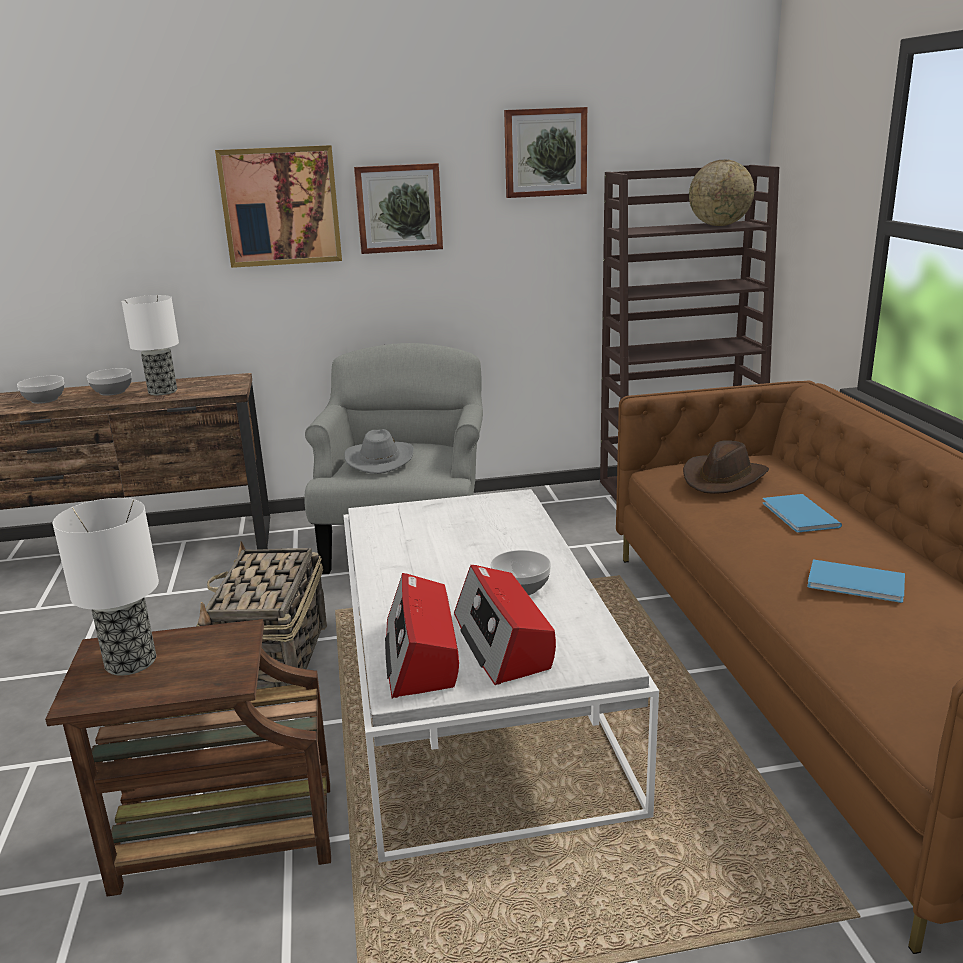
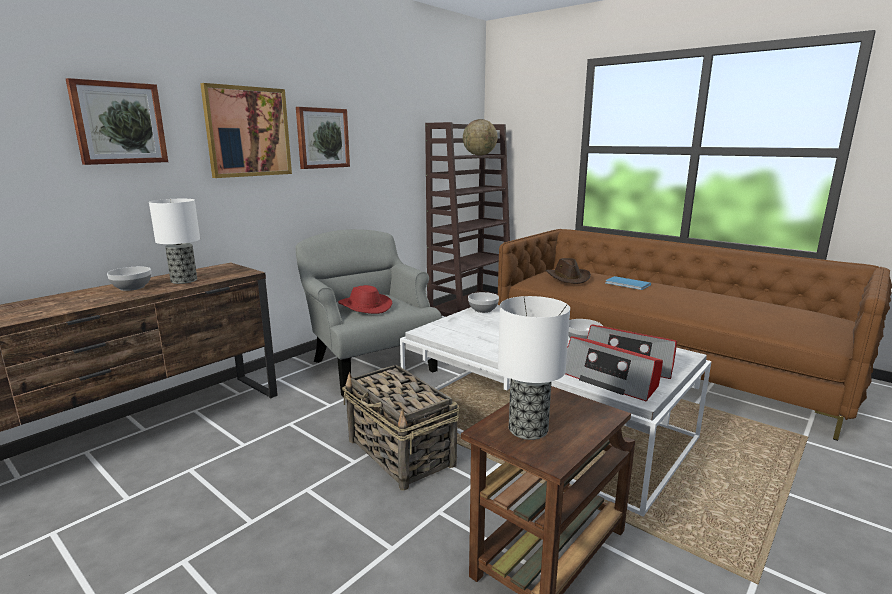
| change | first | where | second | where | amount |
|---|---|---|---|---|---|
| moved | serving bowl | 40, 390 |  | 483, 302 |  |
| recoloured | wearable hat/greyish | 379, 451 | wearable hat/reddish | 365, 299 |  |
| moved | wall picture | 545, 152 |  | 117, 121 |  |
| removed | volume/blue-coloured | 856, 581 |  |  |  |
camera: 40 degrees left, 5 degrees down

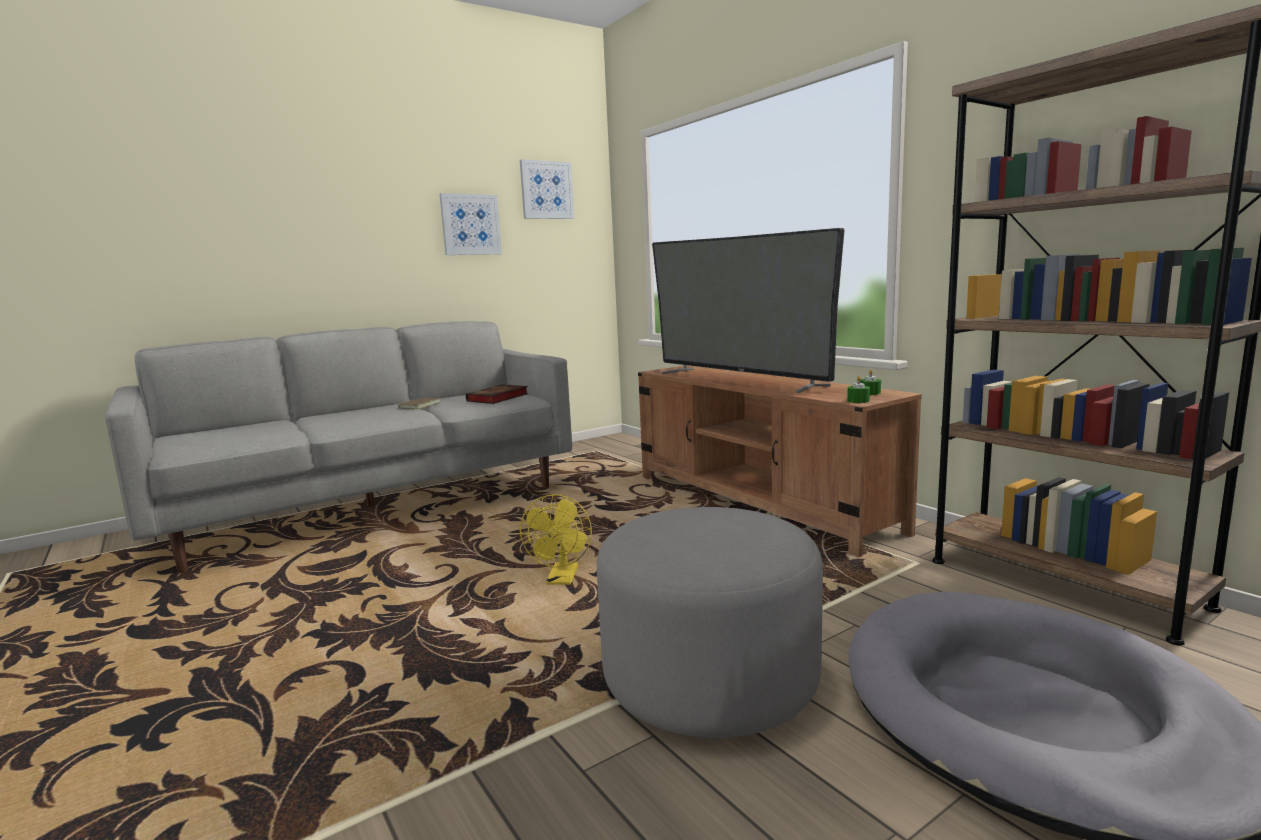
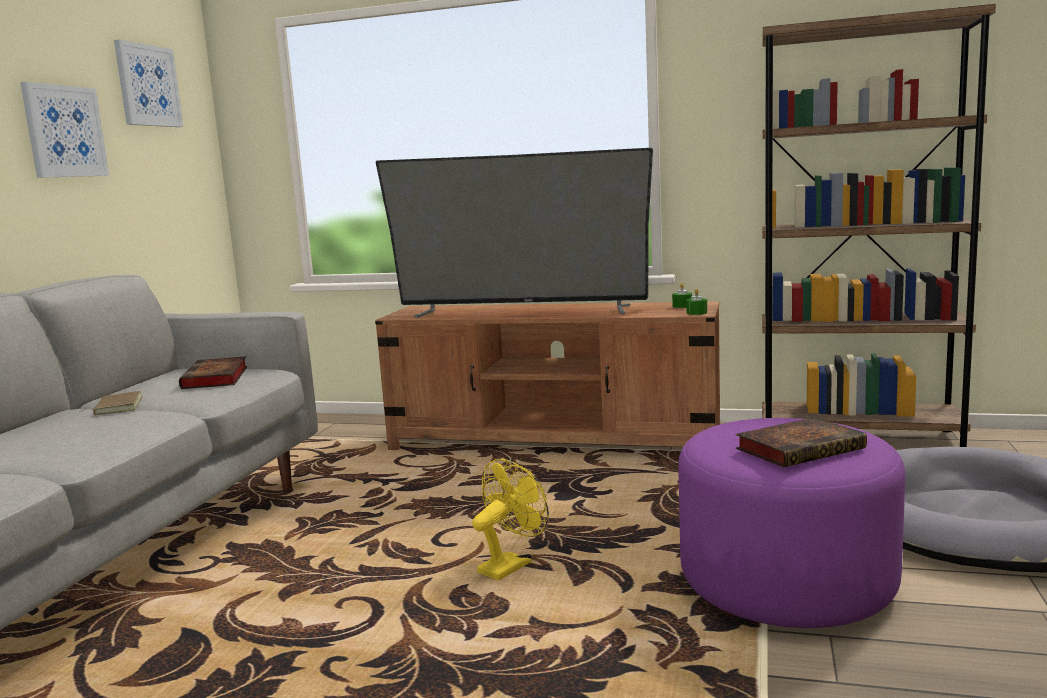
| change | first | where | second | where | amount |
|---|---|---|---|---|---|
| turned | fan/yellow | 556, 539 |  | 510, 519 | 105 degrees counterclockwise |
| recoloured | pouffe/greyish | 710, 622 | pouffe/purplish | 791, 523 |  |
| added |  |  | volume | 801, 442 |  |
camera: 40 degrees left, 0 degrees up

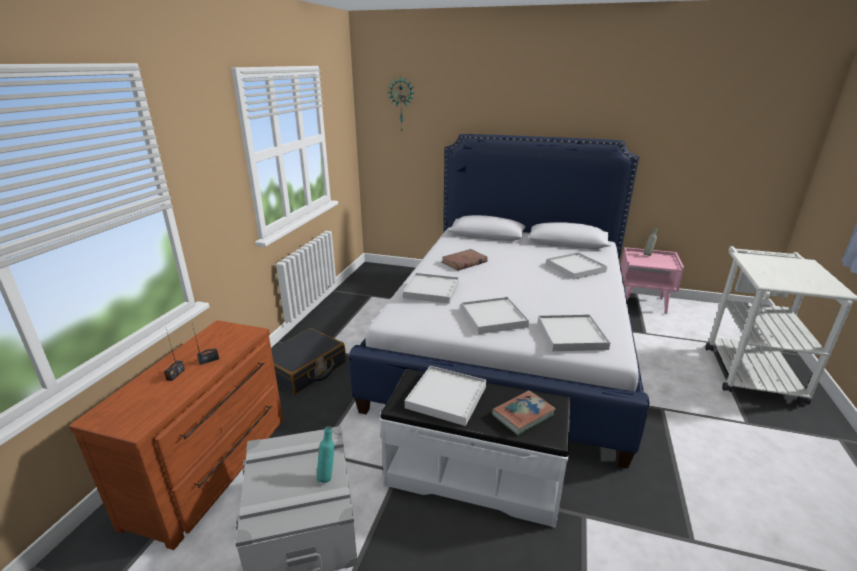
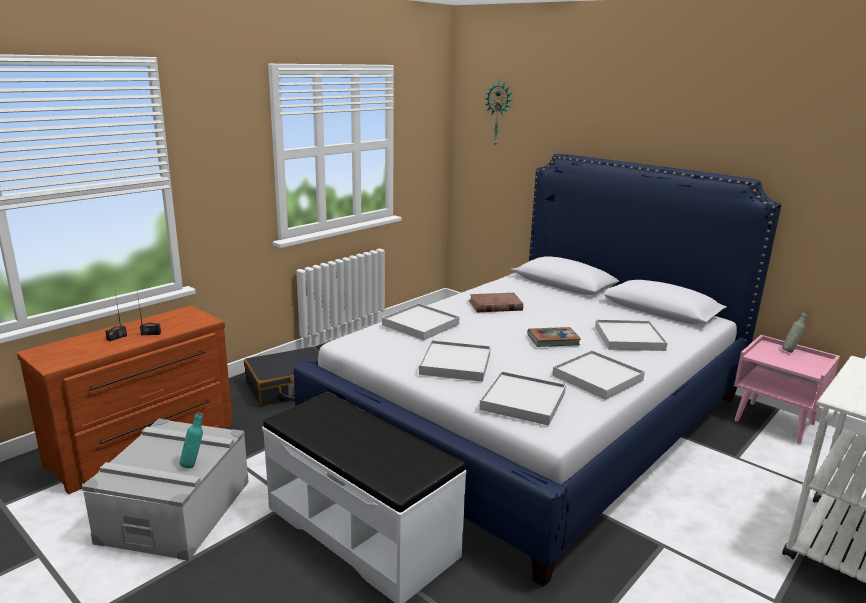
| change | first | where | second | where | amount |
|---|---|---|---|---|---|
| moved | carrying tray/white-coloured | 445, 396 |  | 598, 375 |  |
| moved | volume | 523, 412 |  | 554, 337 |  |
camera: 25 degrees right, 5 degrees down

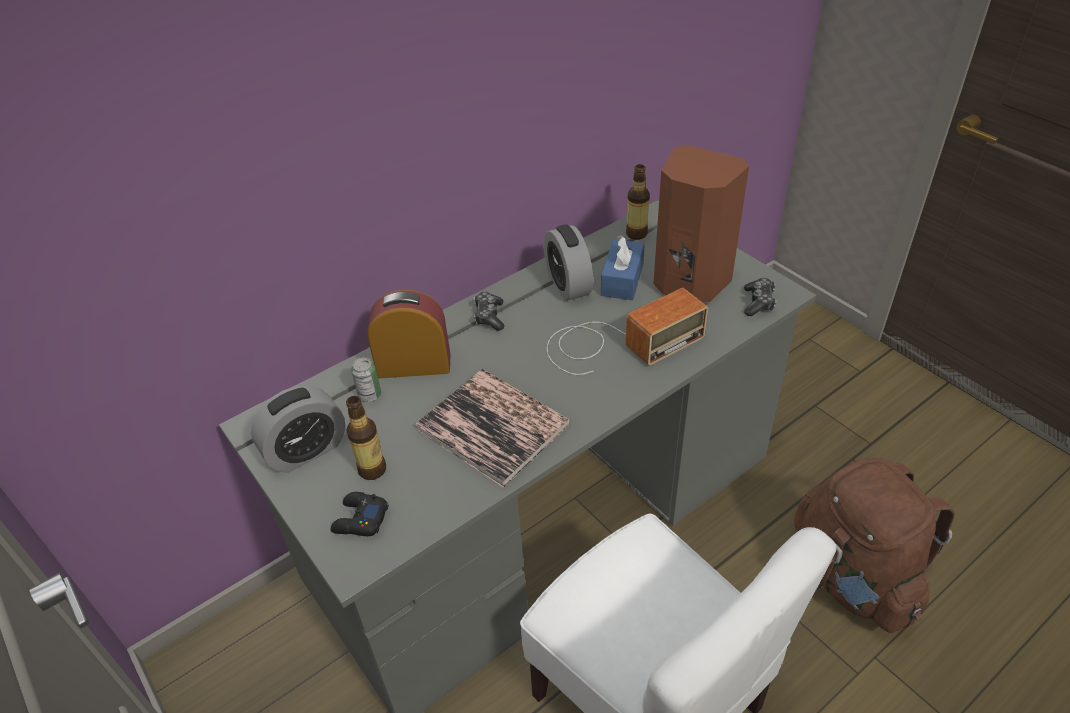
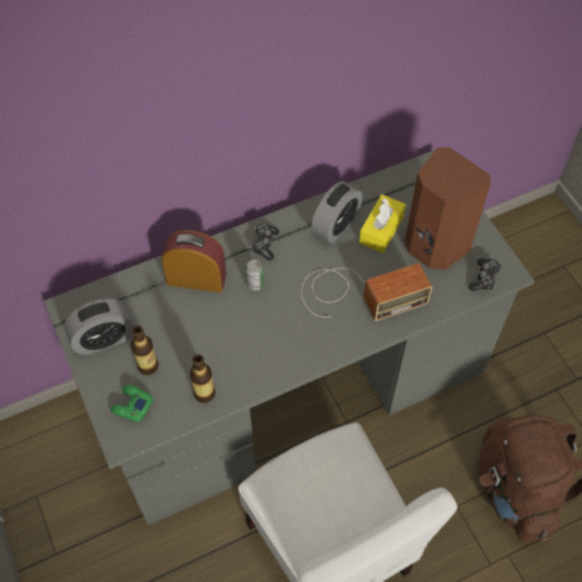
| change | first | where | second | where | amount |
|---|---|---|---|---|---|
| recoloured | game controller/blackish | 360, 514 | game controller/green | 132, 403 |  |
| moved | can | 366, 379 |  | 254, 275 |  |
| removed | volume | 493, 428 |  |  |  |
| turned | bedside clock | 568, 262 |  | 337, 212 | 135 degrees counterclockwise |
| recoloured | tissue box/blue-coloured | 623, 267 | tissue box/yellow | 382, 224 |  |
| moved | bottle | 638, 202 |  | 202, 378 |  |
camera: 10 degrees right, 15 degrees up

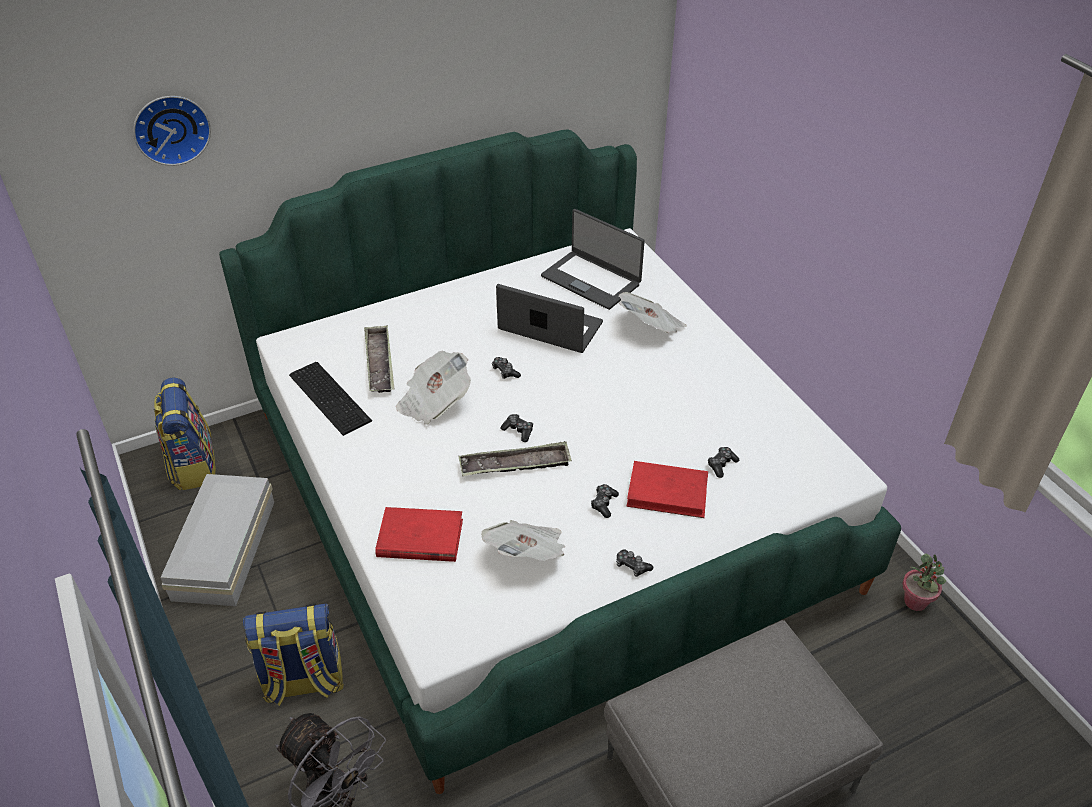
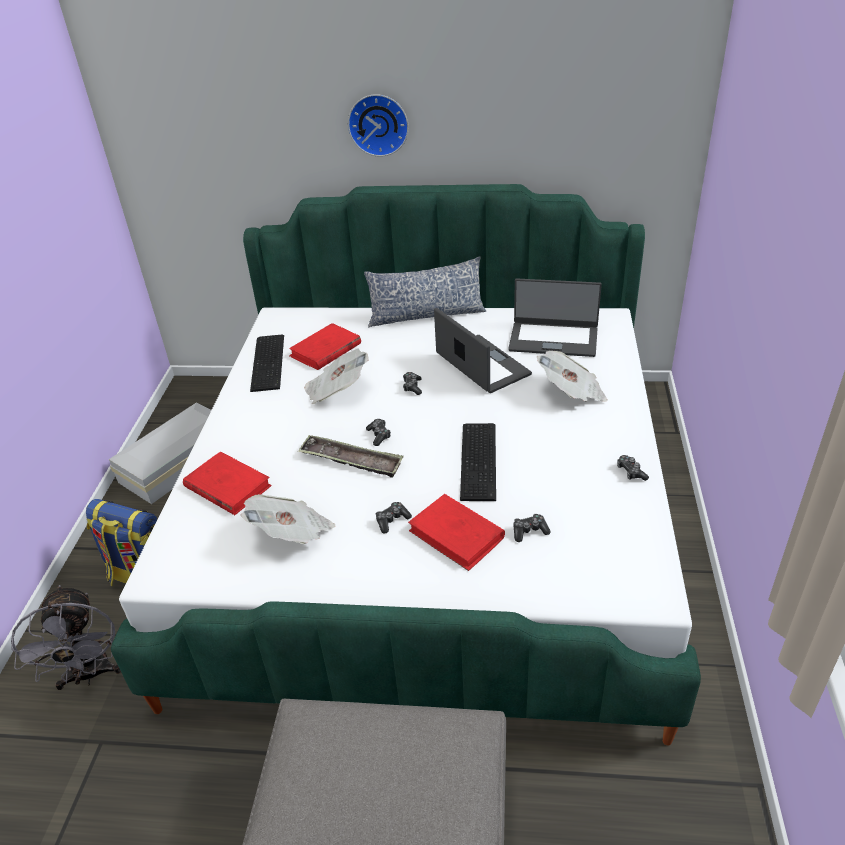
| change | first | where | second | where | amount |
|---|---|---|---|---|---|
| moved | clock on the wall | 172, 131 |  | 378, 125 |  |
| removed | knapsack | 185, 434 |  |  |  |
| replaced | carrying tray | 379, 359 | volume/reddish | 325, 346 |  |
| turned | notebook computer | 593, 259 |  | 555, 318 | 60 degrees counterclockwise |
| moved | game controller | 634, 563 |  | 633, 468 |  |
| removed | houseplant | 924, 582 |  |  |  |
| added |  |  | throw pillow | 425, 291 |  |
| added |  |  | computer keyboard | 478, 462 |  |
camera: 35 degrees right, 5 degrees down

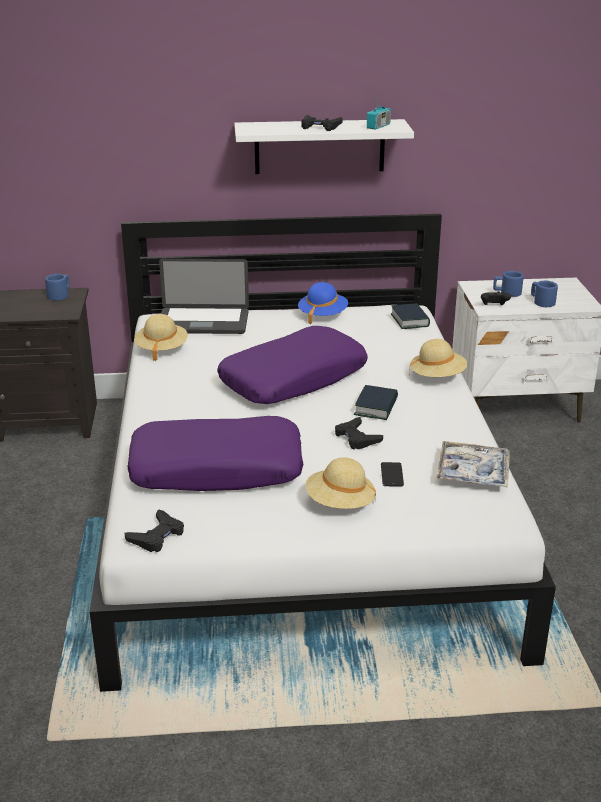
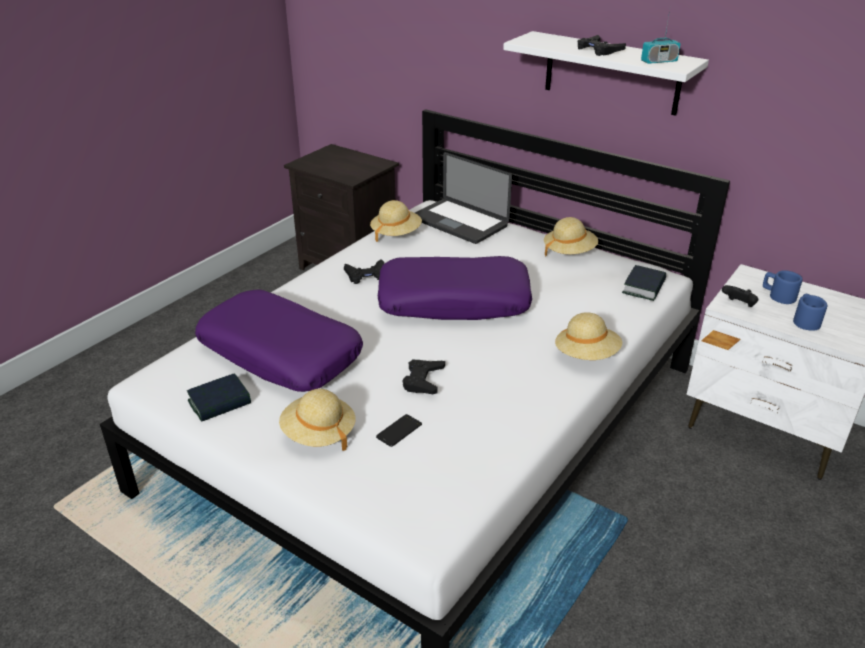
| change | first | where | second | where | amount |
|---|---|---|---|---|---|
| removed | tea mug/blue-coloured | 57, 287 |  |  |  |
| moved | game controller/blackish | 154, 530 |  | 364, 271 |  |
| recoloured | wearable hat/blue-coloured | 323, 303 | wearable hat/sand-coloured | 571, 236 |  |
| moved | volume | 376, 402 |  | 219, 397 |  |
| removed | carrying tray | 473, 464 |  |  |  |
camera: 40 degrees right, 5 degrees up

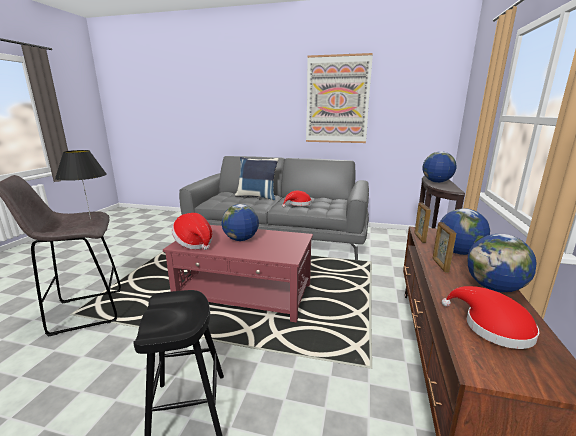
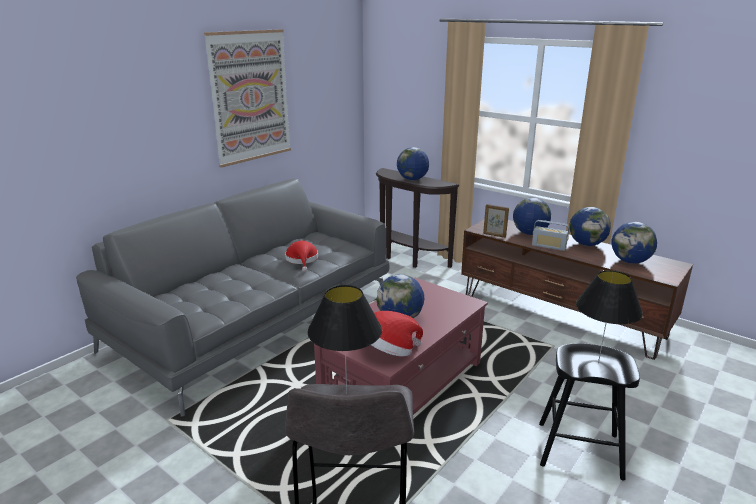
| change | first | where | second | where | amount |
|---|---|---|---|---|---|
| removed | throw pillow/blue-coloured | 257, 178 |  |  |  |
| replaced | photo frame | 444, 247 | radio | 550, 235 |  |
| replaced | wearable hat/reddish | 491, 317 | globe | 634, 243 |  |
| added |  |  | tabletop lamp/blackish | 609, 316 |  |
camera: 65 degrees left, 5 degrees up

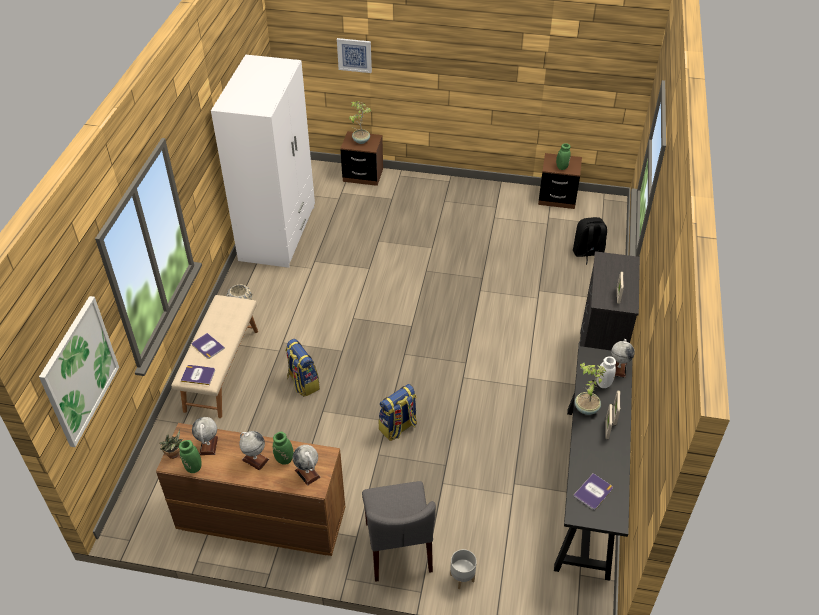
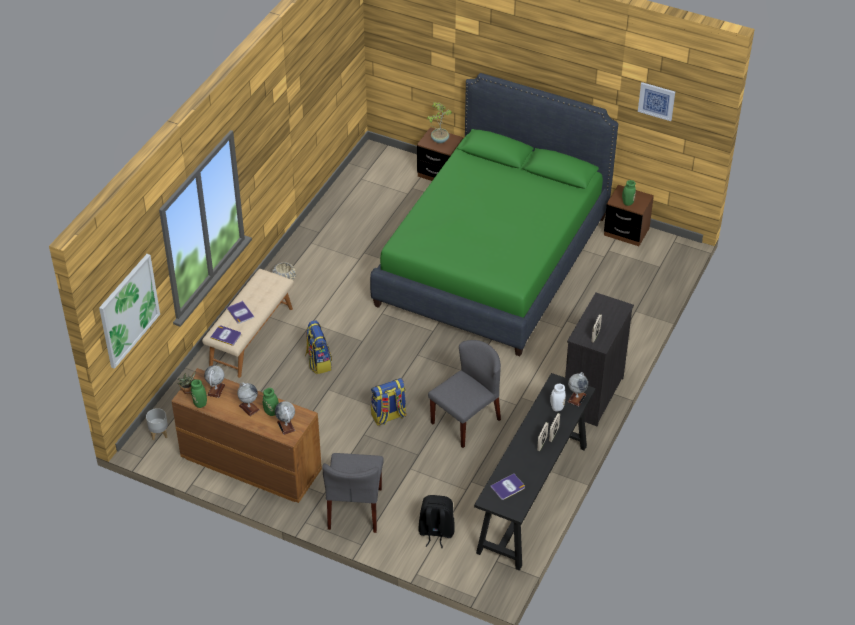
| change | first | where | second | where | amount |
|---|---|---|---|---|---|
| removed | armoire/white-coloured | 263, 161 |  |  |  |
| moved | wall picture | 354, 55 |  | 656, 101 |  |
| moved | plant pot/greyish | 463, 569 |  | 157, 424 |  |
| moved | knapsack/blackish | 590, 241 |  | 436, 521 |  |
| removed | houseplant | 590, 389 |  |  |  |
| added |  |  | bed/green | 494, 214 |  |
| added |  |  | plain chair/greyish | 464, 394 |  |
camera: 15 degrees right, 0 degrees up

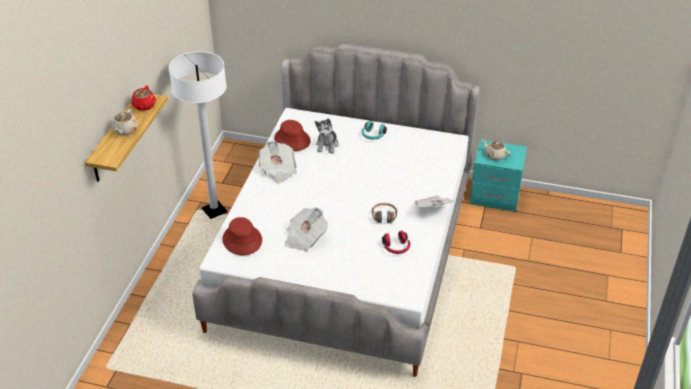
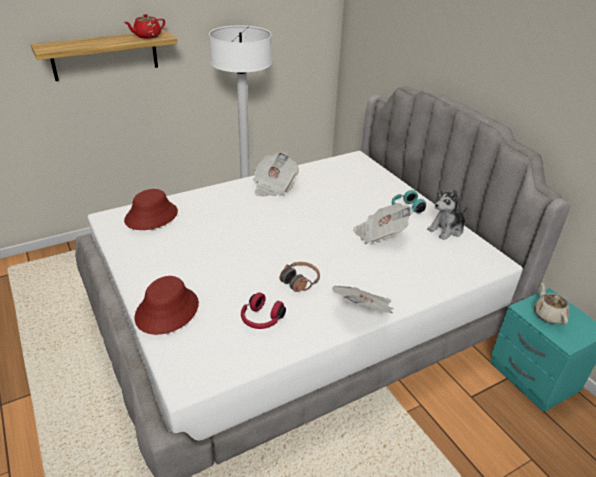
| change | first | where | second | where | amount |
|---|---|---|---|---|---|
| removed | tea pot/sand-coloured | 125, 122 |  |  |  |
| moved | wearable hat/reddish | 292, 135 |  | 166, 305 |  |
| moved | printed paper | 306, 229 |  | 383, 223 |  |
| moved | plush toy | 327, 135 |  | 447, 213 |  |
camera: 45 degrees right, 5 degrees down

